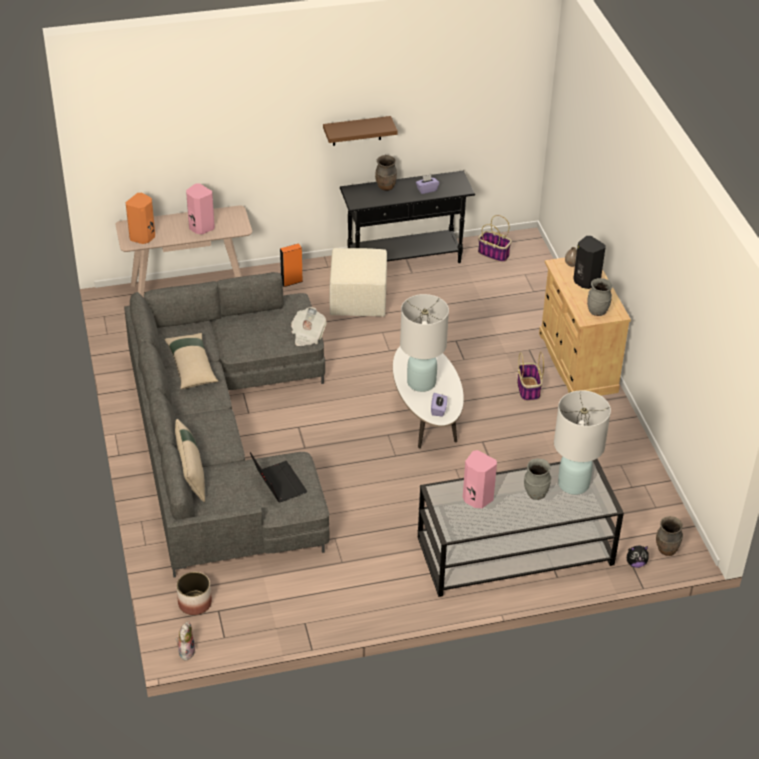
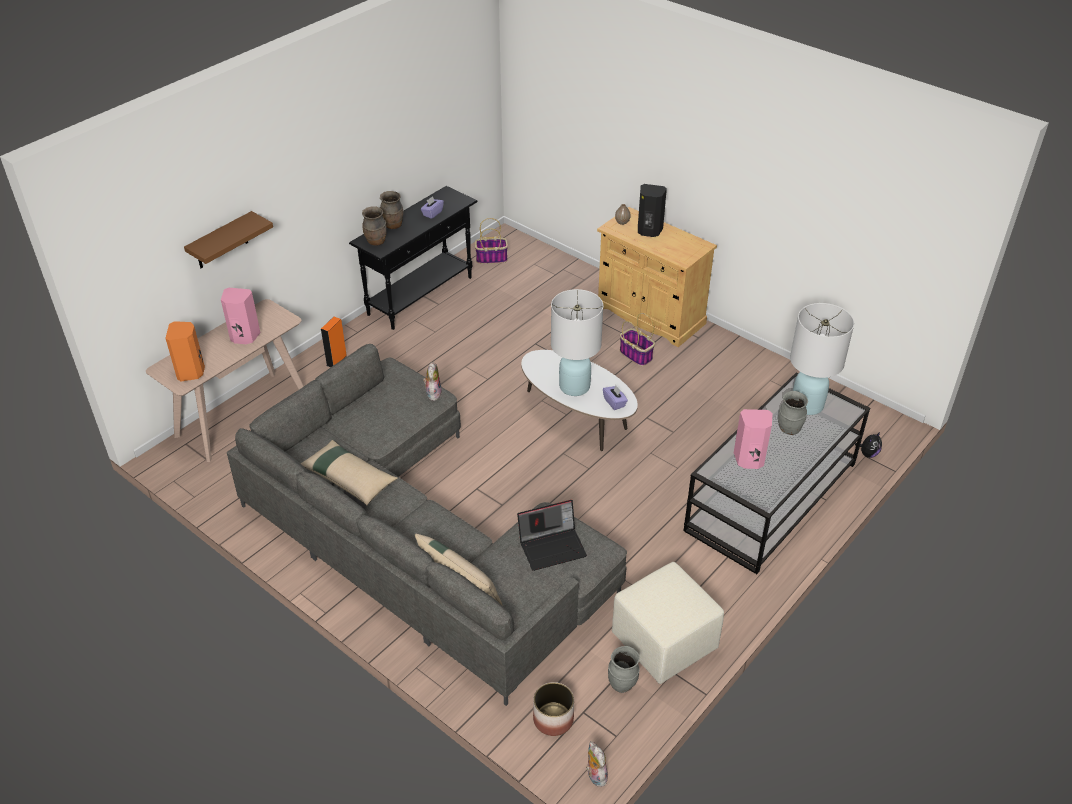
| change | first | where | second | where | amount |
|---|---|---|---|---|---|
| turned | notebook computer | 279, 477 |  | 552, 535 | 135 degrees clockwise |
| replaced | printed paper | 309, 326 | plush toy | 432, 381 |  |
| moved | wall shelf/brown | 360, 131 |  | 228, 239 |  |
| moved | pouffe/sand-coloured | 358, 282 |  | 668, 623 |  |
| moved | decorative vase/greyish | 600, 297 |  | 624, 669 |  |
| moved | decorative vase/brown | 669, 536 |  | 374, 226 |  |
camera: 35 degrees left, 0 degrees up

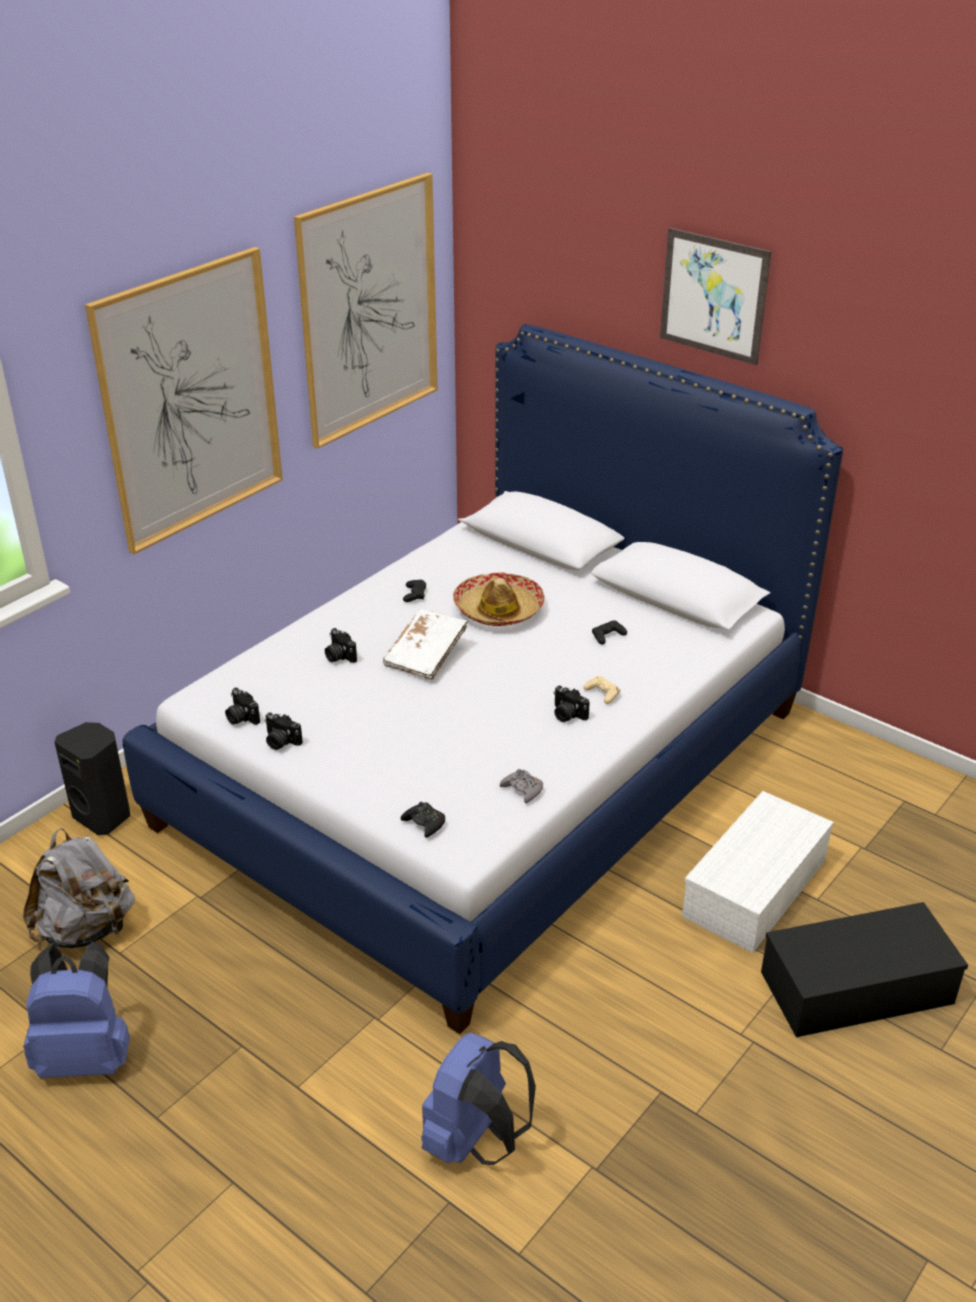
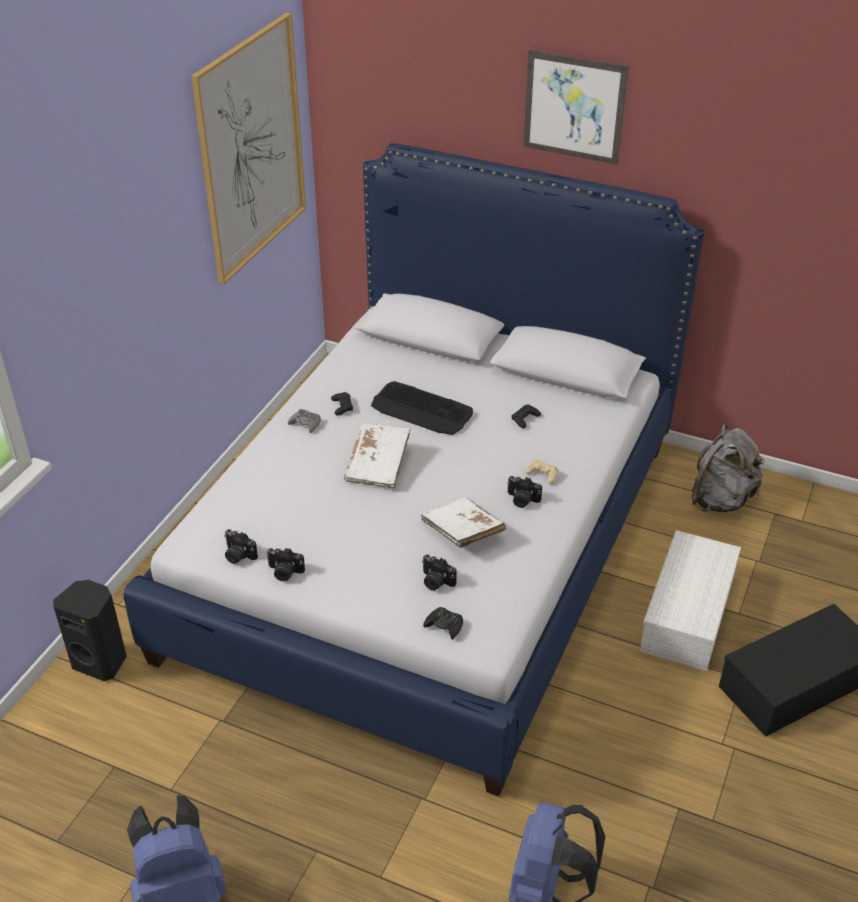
| change | first | where | second | where | amount |
|---|---|---|---|---|---|
| moved | knapsack/greyish | 79, 888 |  | 728, 468 |  |
| removed | wall picture | 184, 400 |  |  |  |
| moved | still camera | 341, 645 |  | 439, 572 |  |
| replaced | wearable hat | 498, 599 | computer keyboard | 422, 408 |  |
| moved | game controller/greyish | 521, 786 |  | 304, 421 |  |
| added |  |  | volume/white-coloured | 463, 522 |  |
camera: 15 degrees left, 5 degrees up

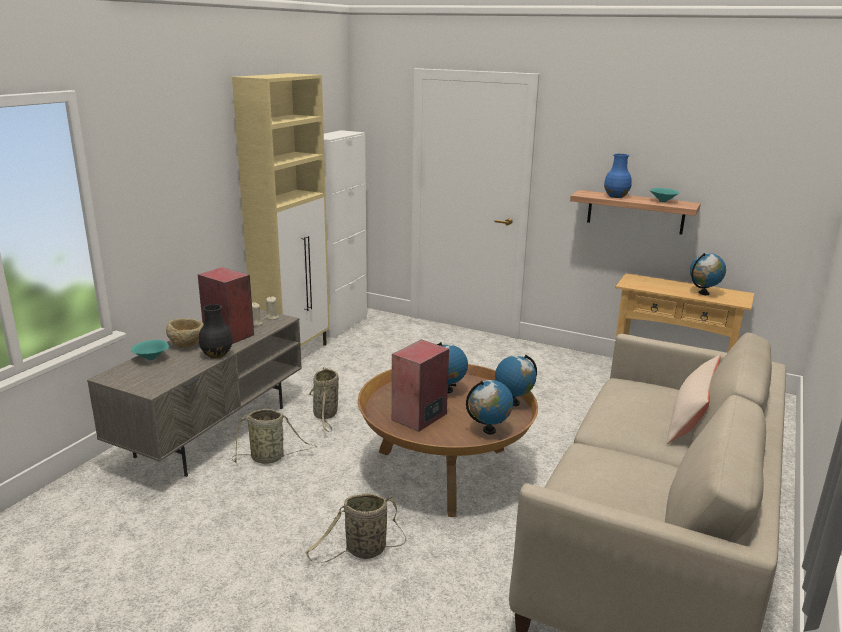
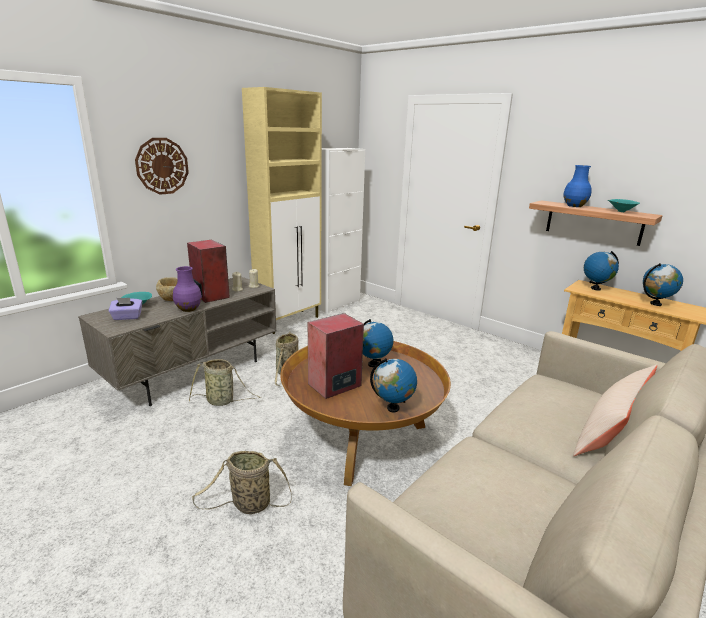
| change | first | where | second | where | amount |
|---|---|---|---|---|---|
| recoloured | decorative vase/blackish | 216, 331 | decorative vase/purplish | 187, 289 |  |
| moved | globe | 516, 380 |  | 601, 271 |  |
| added |  |  | tissue box/purplish | 125, 309 |  |
| added |  |  | clock on the wall | 162, 166 |  |
camera: 15 degrees right, 0 degrees up

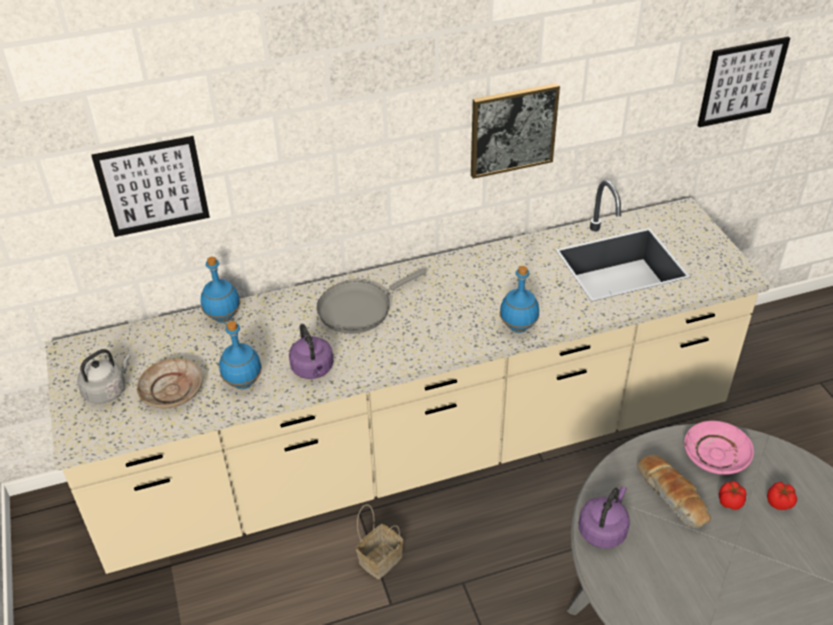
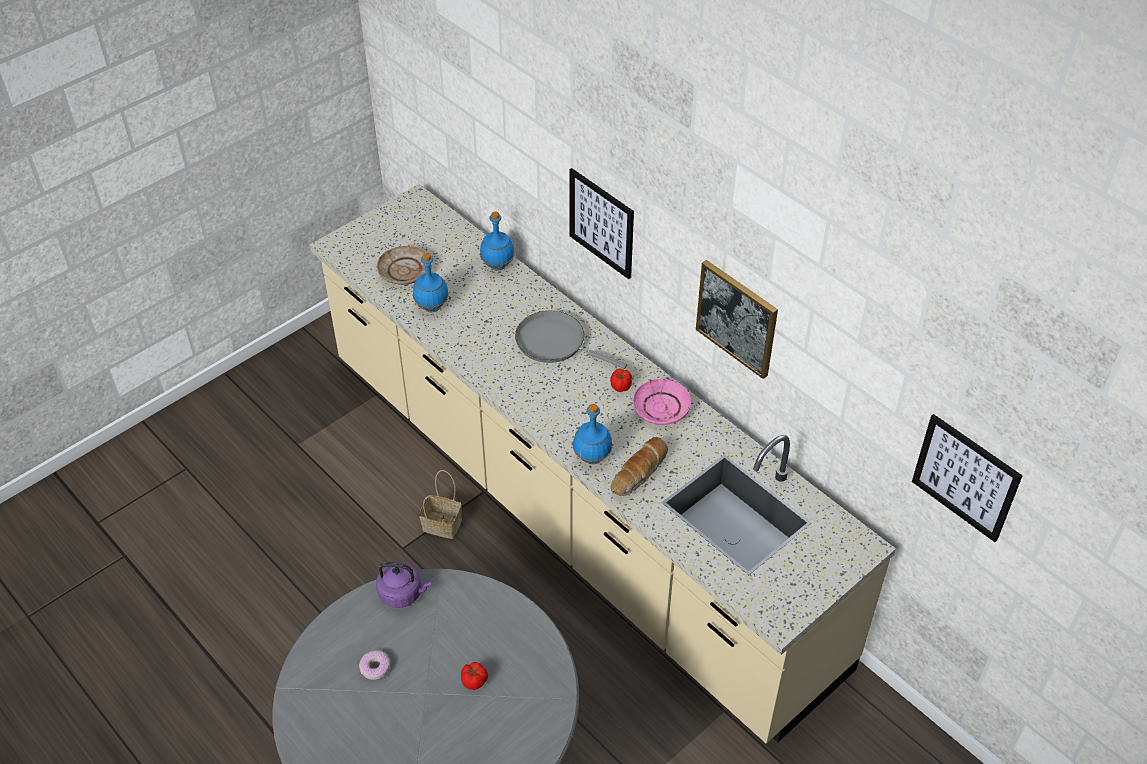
| change | first | where | second | where | amount |
|---|---|---|---|---|---|
| removed | tea kettle/greyish | 104, 376 |  |  |  |
| moved | wall picture | 150, 186 |  | 601, 223 |  |
| removed | tea kettle/purplish | 311, 351 |  |  |  |
| moved | bread | 674, 491 |  | 639, 466 |  |
| moved | flat dish/pinkish | 719, 448 |  | 662, 402 |  |
| moved | tomato | 782, 496 |  | 621, 380 |  |
| added |  |  | doughnut | 374, 665 |  |
camera: 65 degrees right, 5 degrees up

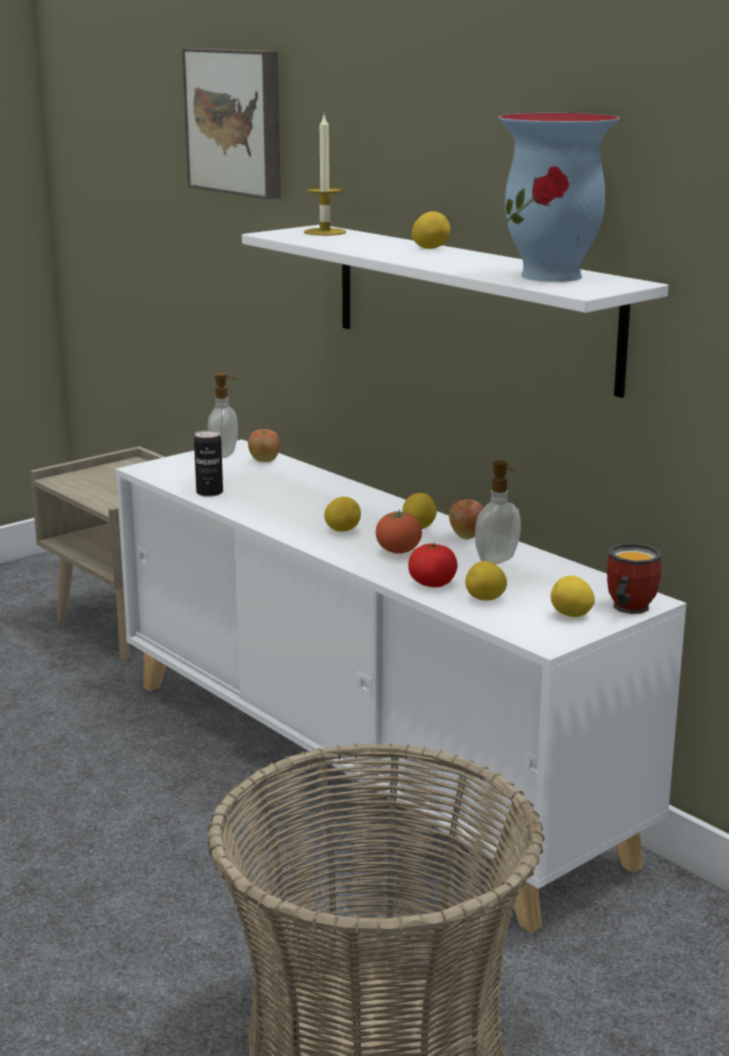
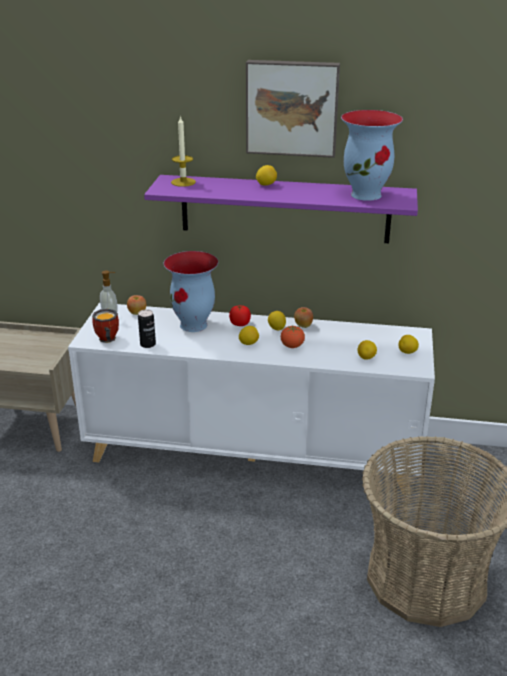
| change | first | where | second | where | amount |
|---|---|---|---|---|---|
| moved | wall picture | 231, 123 |  | 293, 109 |  |
| recoloured | wall shelf/white-coloured | 455, 311 | wall shelf/purplish | 281, 209 |  |
| moved | tomato | 432, 564 |  | 240, 315 |  |
| removed | soap bottle | 498, 512 |  |  |  |
| moved | tea mug | 634, 578 |  | 105, 326 |  |
| added |  |  | decorative vase | 191, 291 |  |
camera: 40 degrees left, 10 degrees up

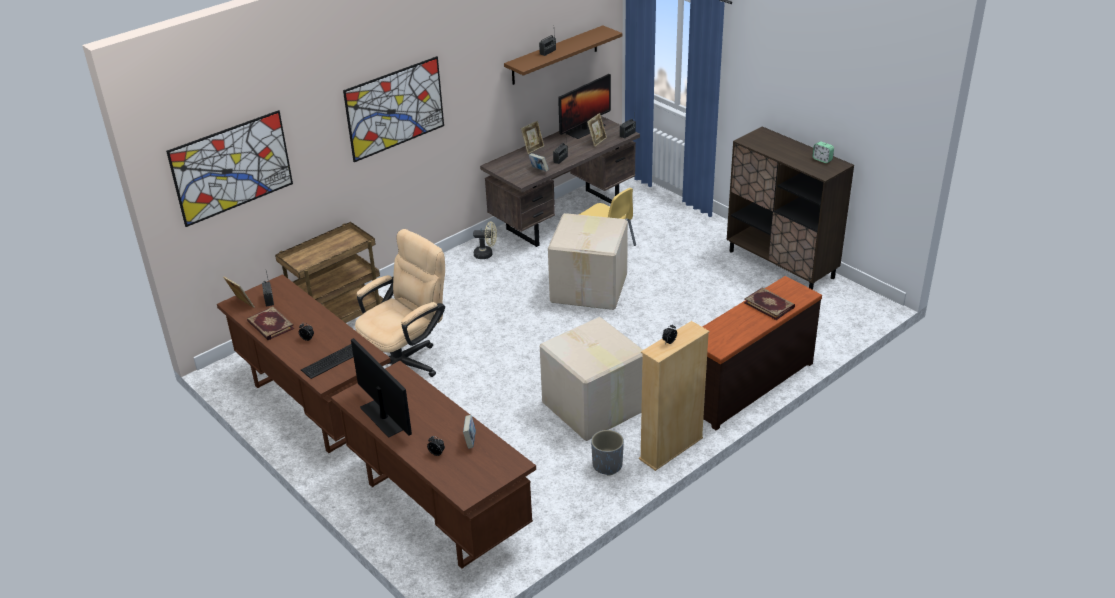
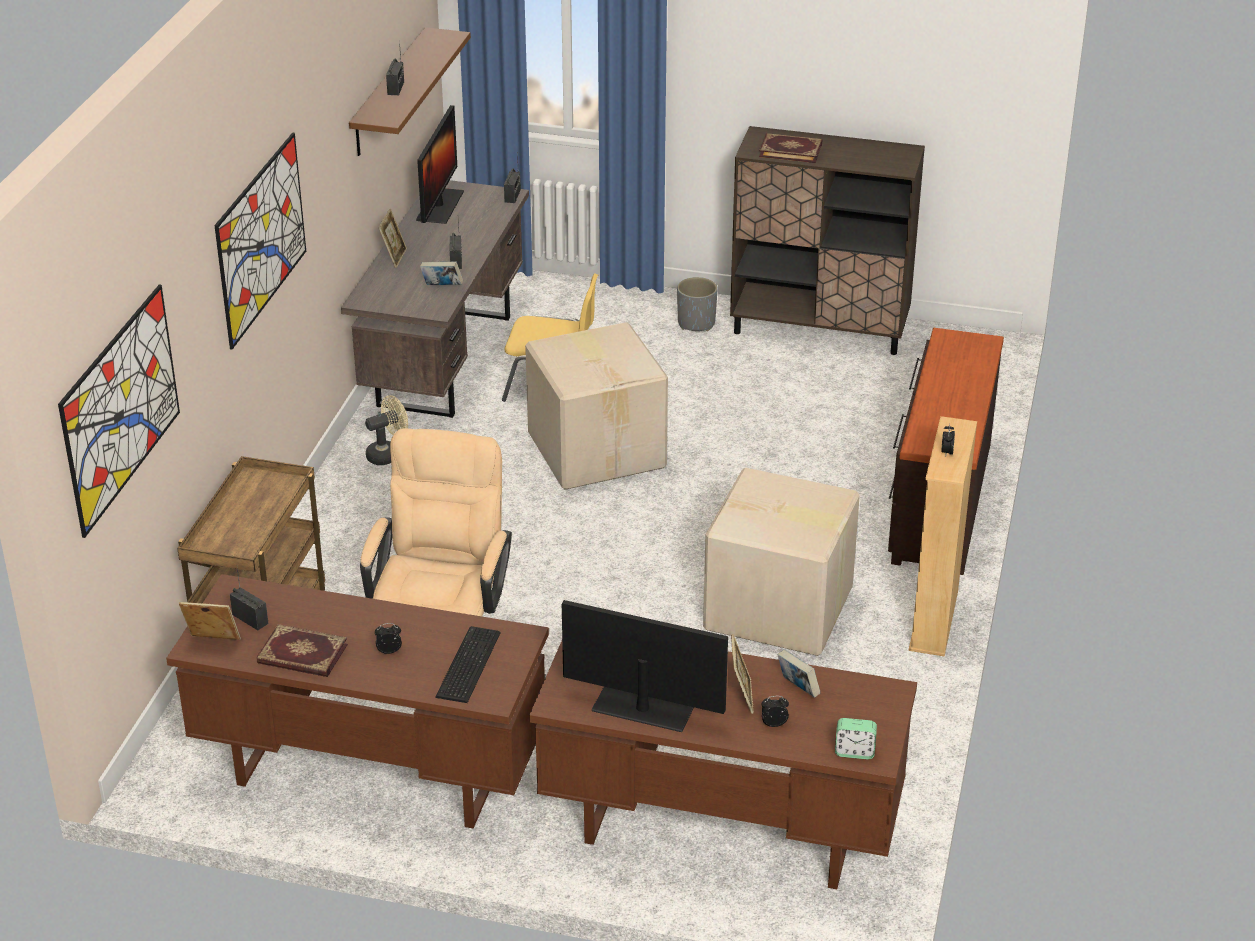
| change | first | where | second | where | amount |
|---|---|---|---|---|---|
| moved | photo frame | 597, 130 |  | 742, 674 |  |
| moved | plant pot/greyish | 607, 453 |  | 697, 304 |  |
| moved | volume | 769, 304 |  | 790, 148 |  |
| moved | bedside clock | 823, 152 |  | 856, 738 |  |
camera: 35 degrees left, 0 degrees up

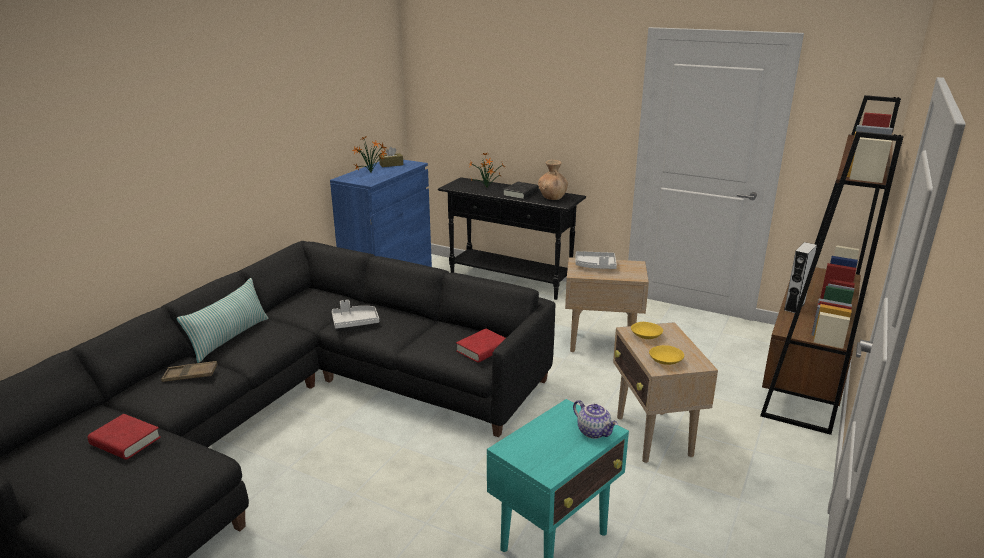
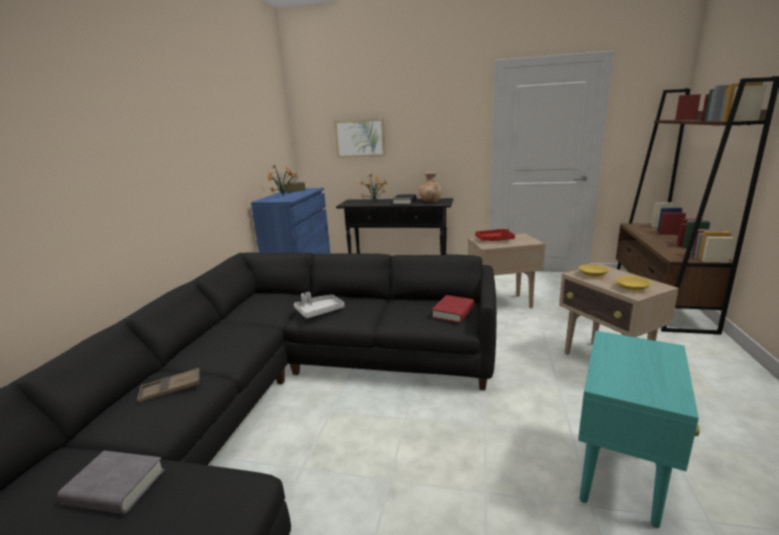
| change | first | where | second | where | amount |
|---|---|---|---|---|---|
| recoloured | volume/reddish | 124, 437 | volume/greyish | 111, 482 |  |
| removed | throw pillow | 223, 320 |  |  |  |
| removed | tea pot | 595, 419 |  |  |  |
| recoloured | carrying tray/greyish | 596, 260 | carrying tray/reddish | 495, 235 |  |
| removed | audio speaker/greyish | 800, 277 |  |  |  |
| added |  |  | wall picture | 360, 138 |  |
camera: 15 degrees left, 5 degrees down

